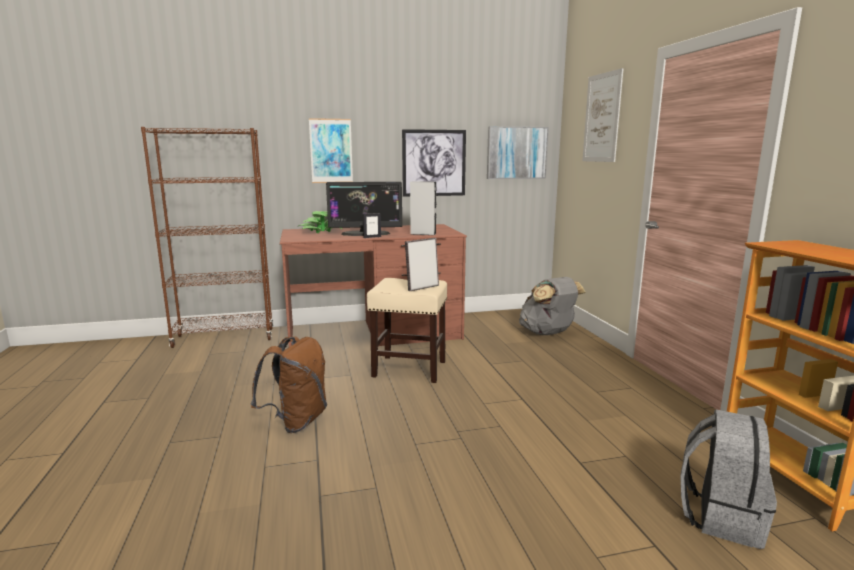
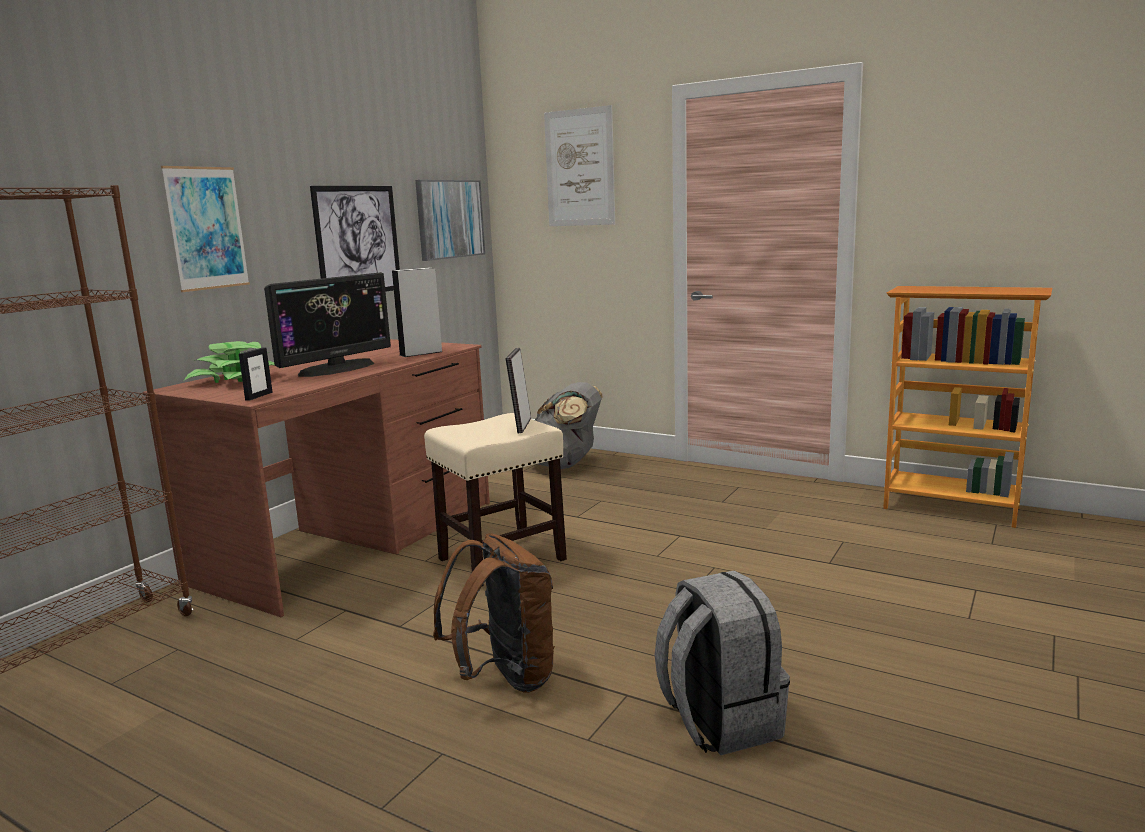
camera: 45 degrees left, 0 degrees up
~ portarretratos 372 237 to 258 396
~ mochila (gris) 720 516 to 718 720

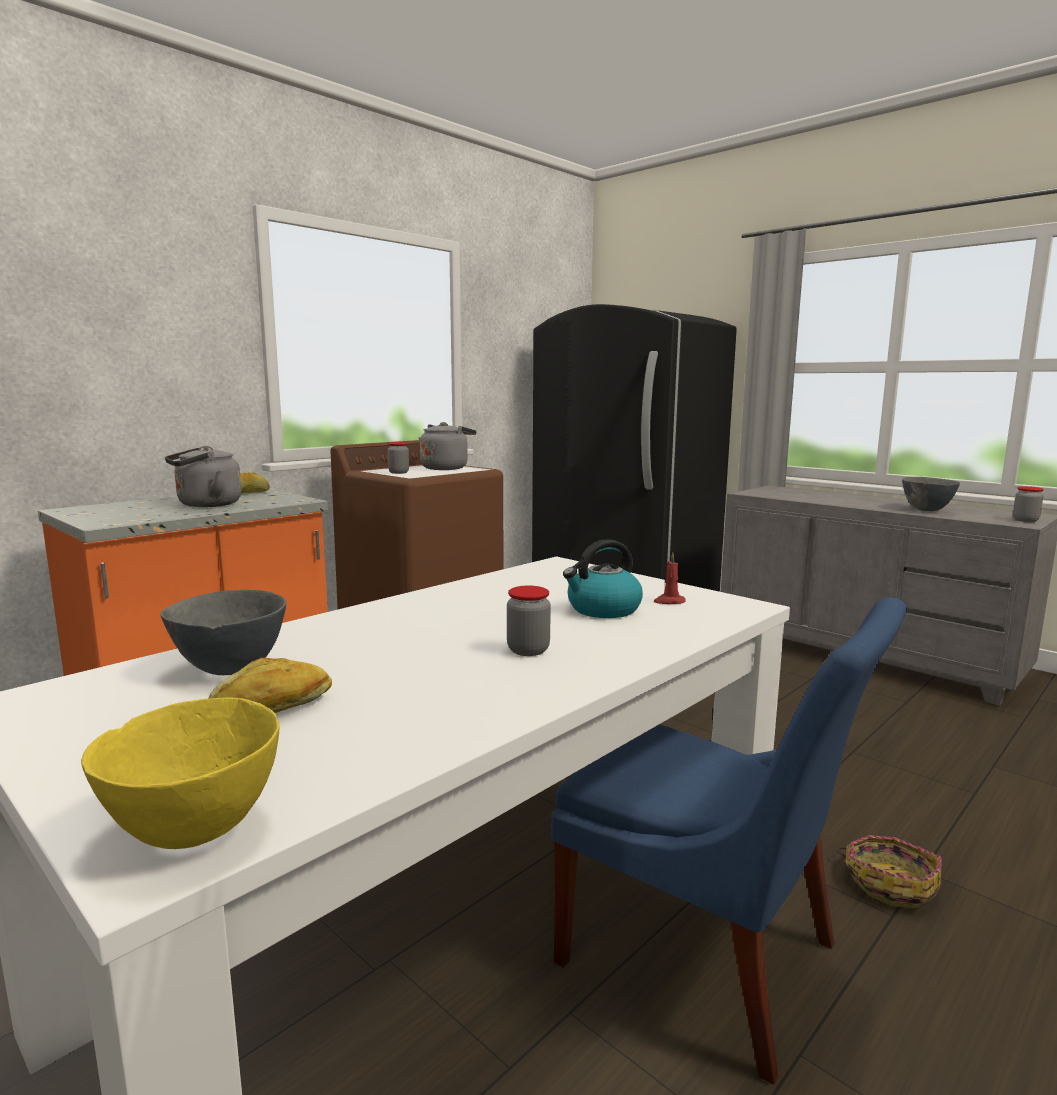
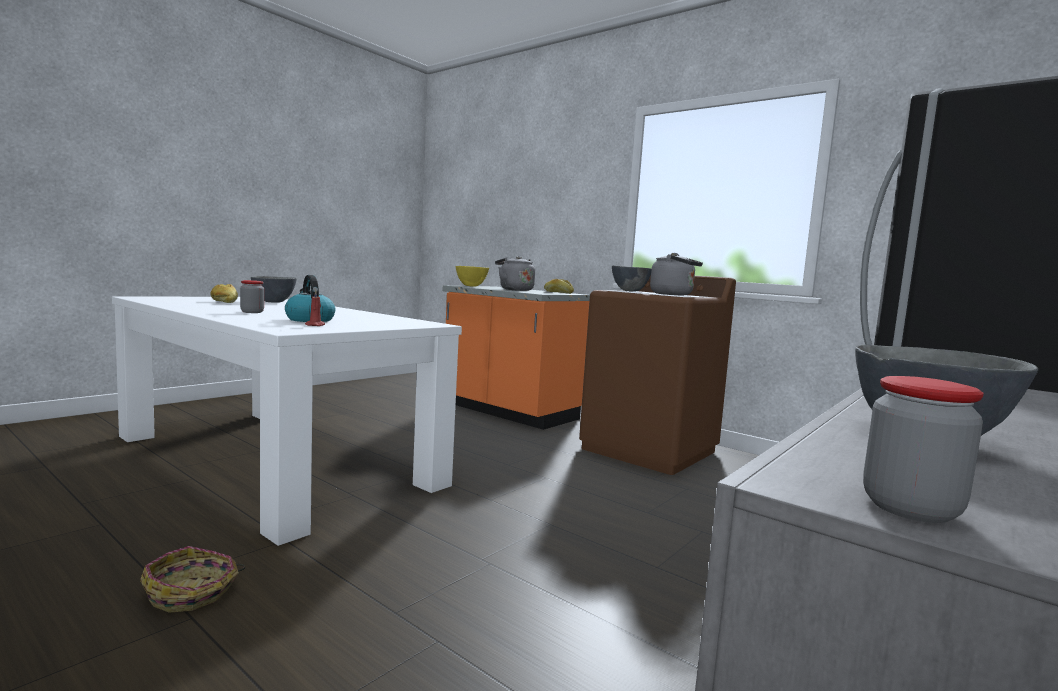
camera: 85 degrees right, 5 degrees down
- silla (azul) 708 961
~ cuenco (amarillo) 193 832 to 471 286
~ tarro 398 472 to cuenco (gris) 630 291

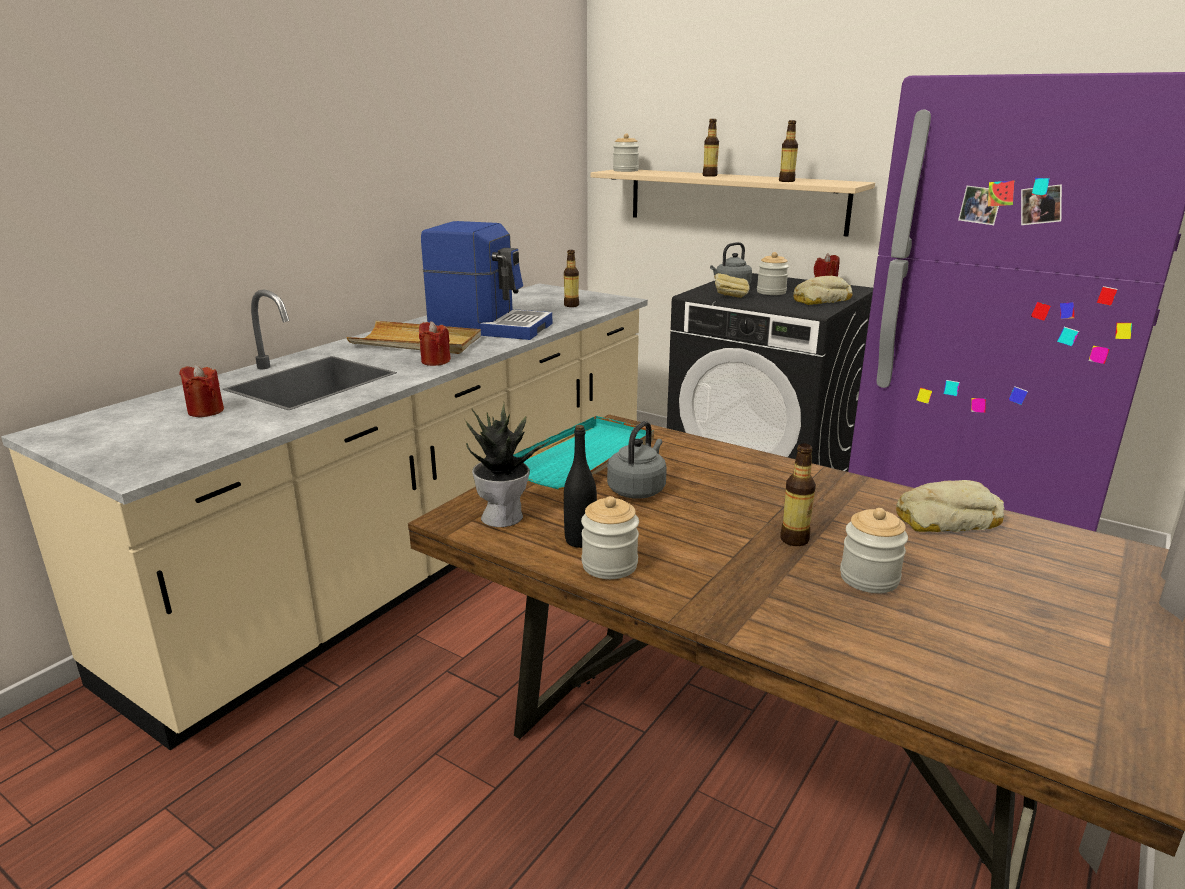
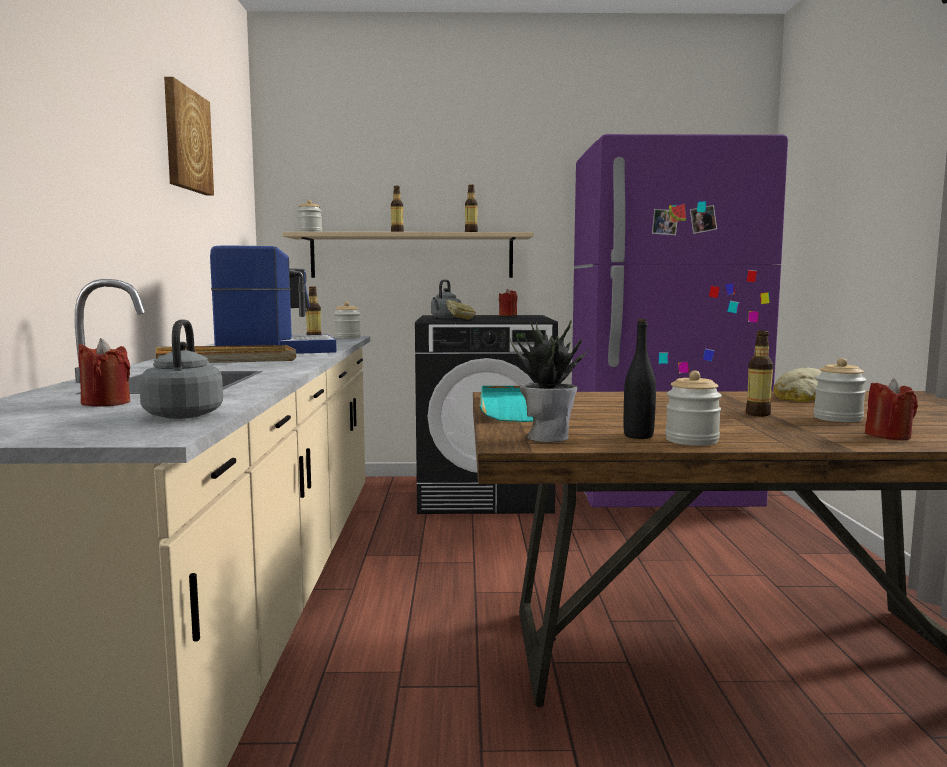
camera: 35 degrees left, 15 degrees down
- pan 820 299
+ cuadro 186 140
~ vela (rojo) 435 361 to 888 436
~ hervidor (gris) 638 489 to 185 414
~ tarro 771 292 to 347 337

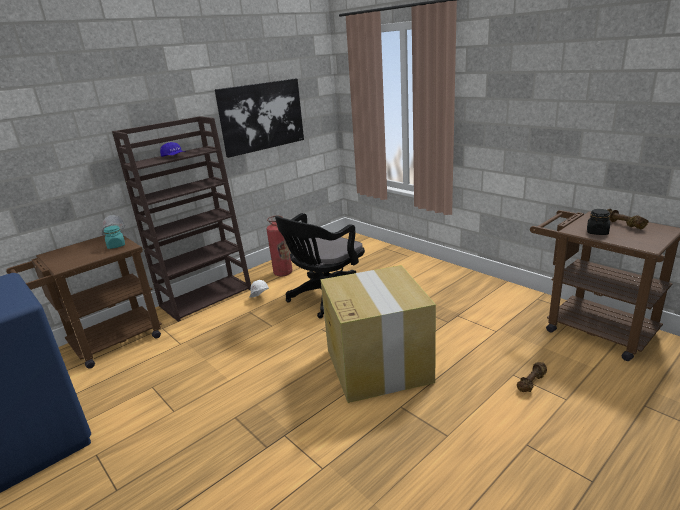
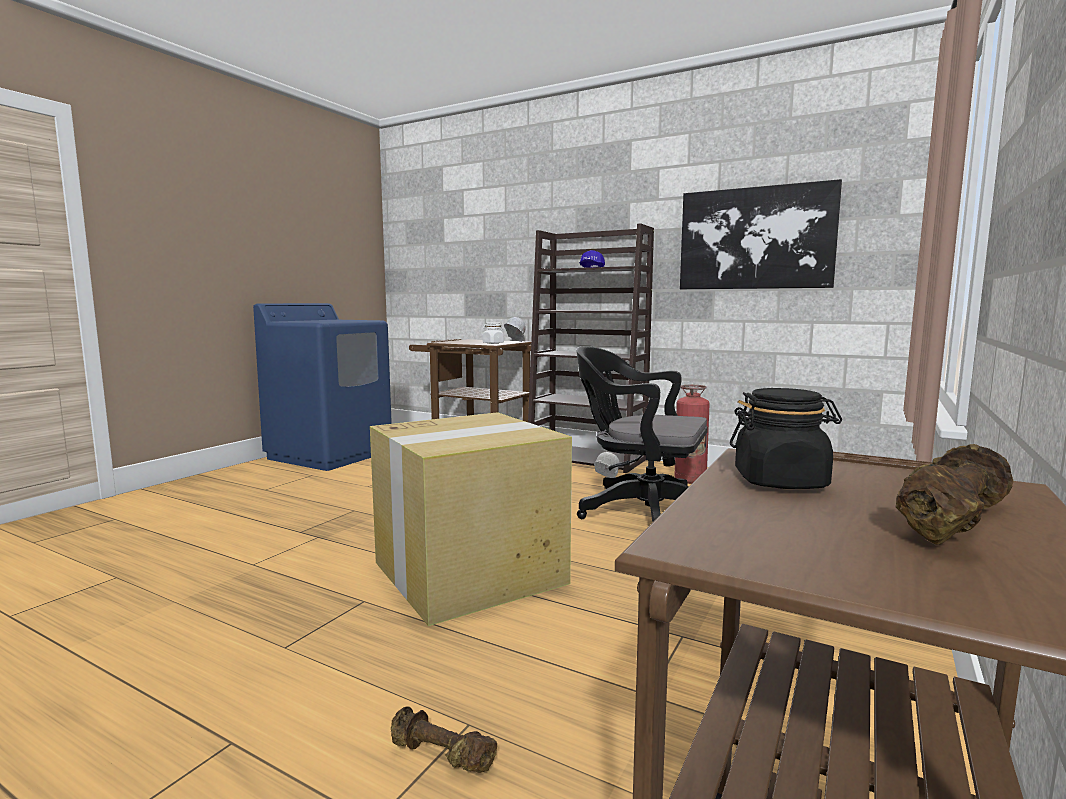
camera: 70 degrees right, 15 degrees down
~ tarro (turquesa) 116 246 to tarro (blanco) 493 343

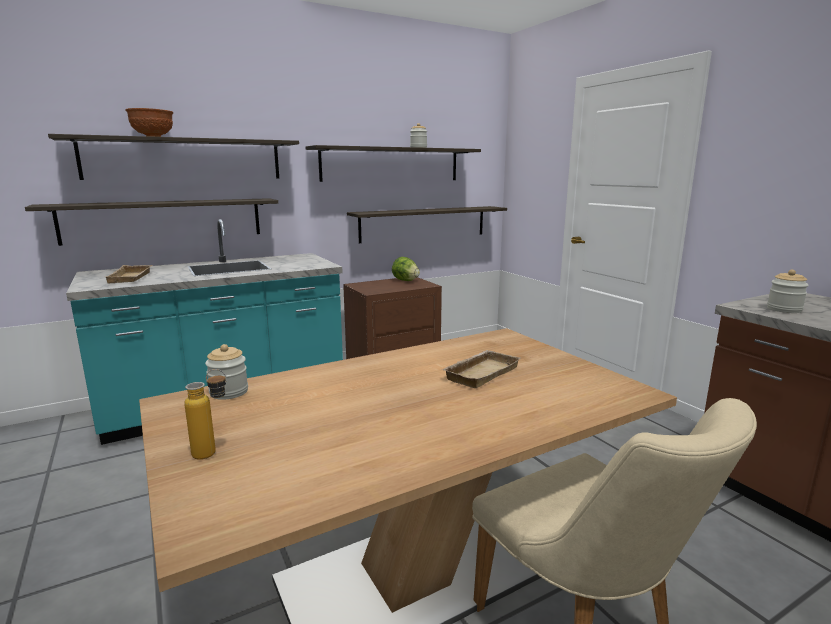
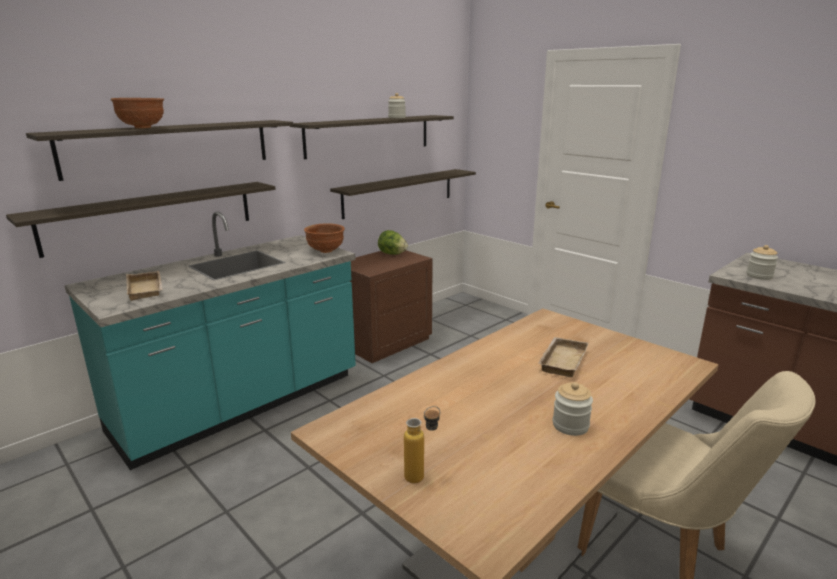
camera: 15 degrees left, 5 degrees up
+ cuenco (marrón) 326 251
~ tarro 229 392 to 570 425

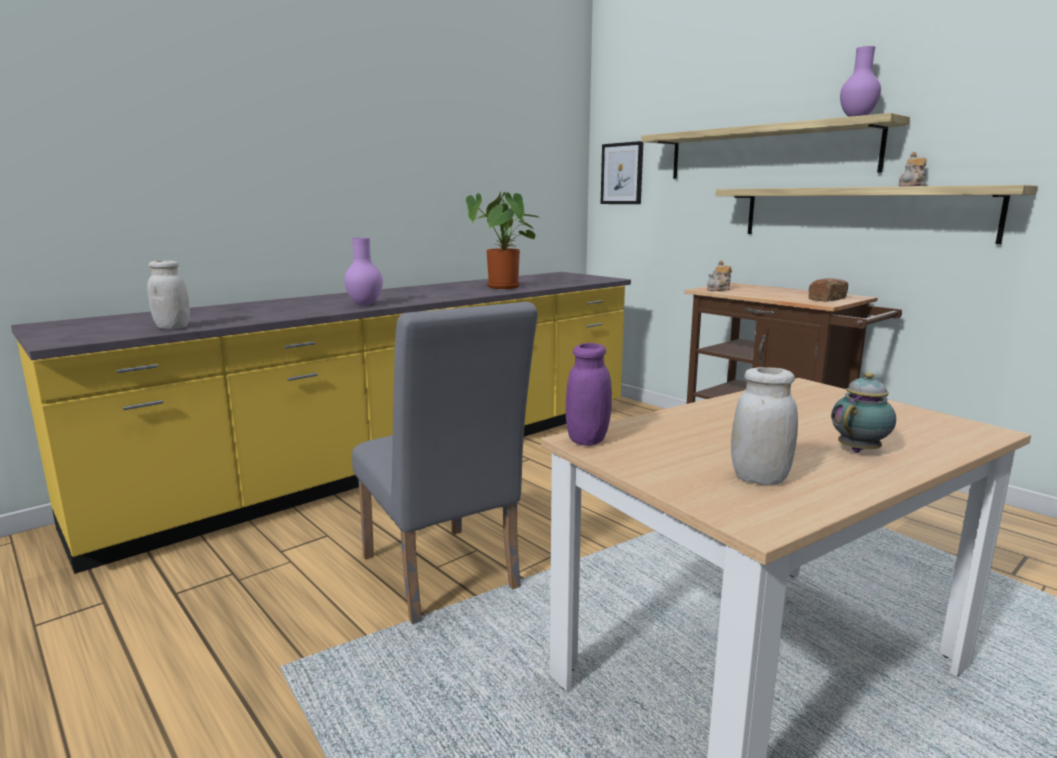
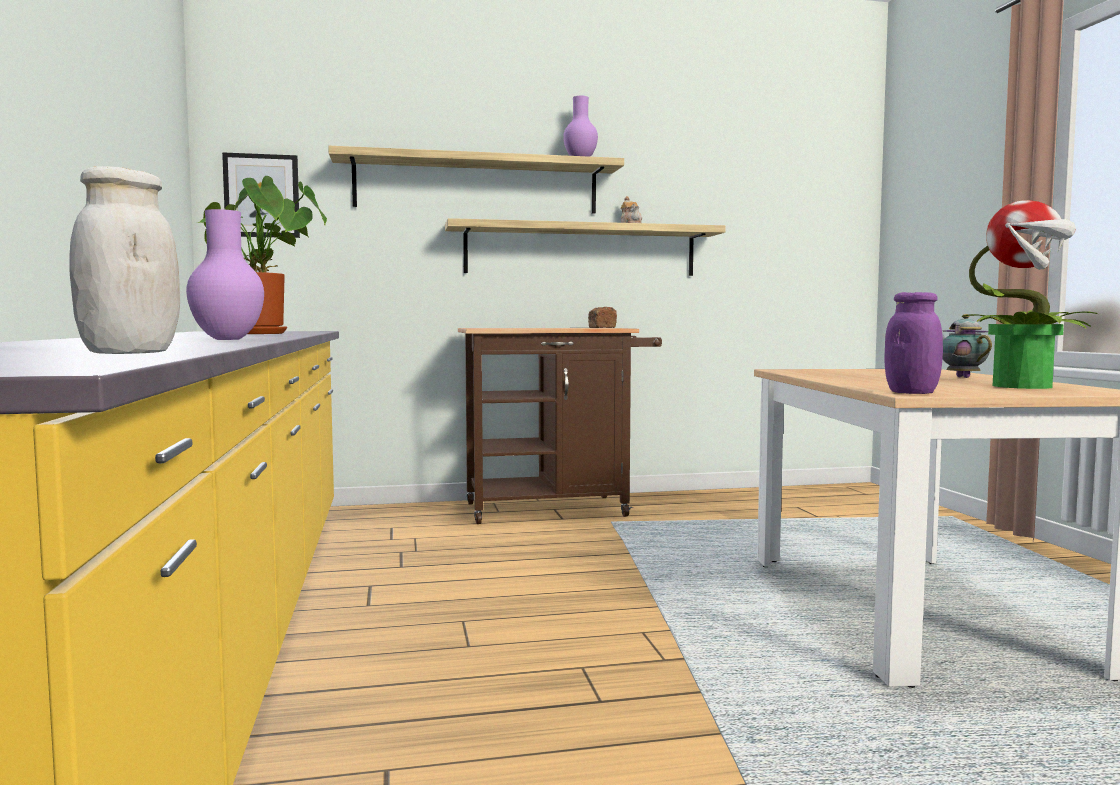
camera: 60 degrees left, 10 degrees down
- silla (gris) 443 579
- tetera 719 289
~ tarro (blanco) 759 478 to planta en maceta 1024 386

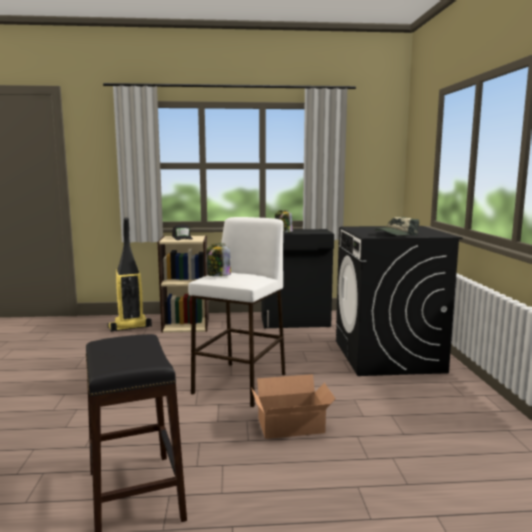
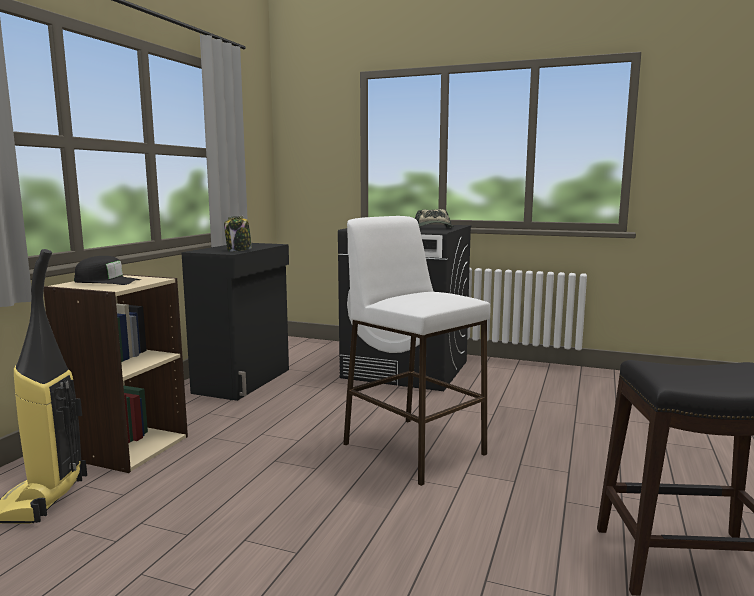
camera: 65 degrees left, 0 degrees up
- tarro 218 275
- caja de cartón 293 427

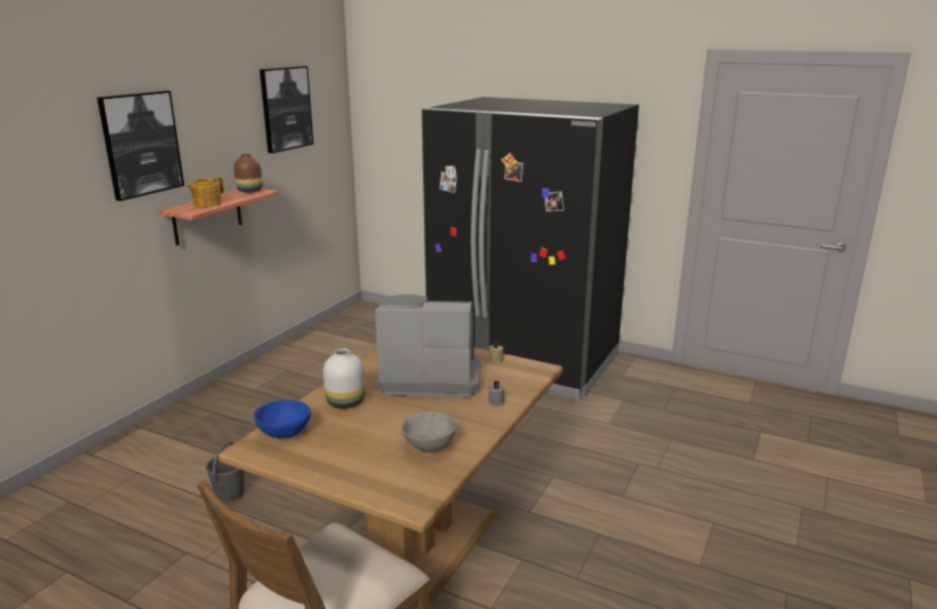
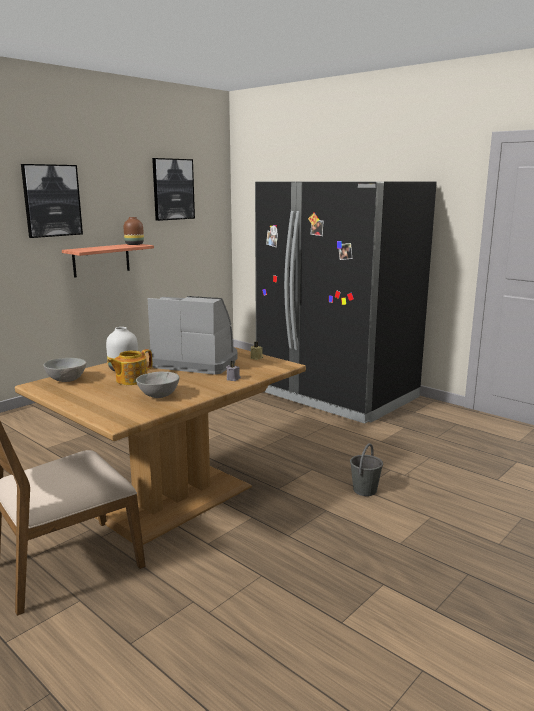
camera: 15 degrees right, 5 degrees down
~ tetera 207 204 to 131 380
~ cubo (gris) 230 494 to 365 490
~ cuenco (azul) 284 433 to cuenco (gris) 66 380

